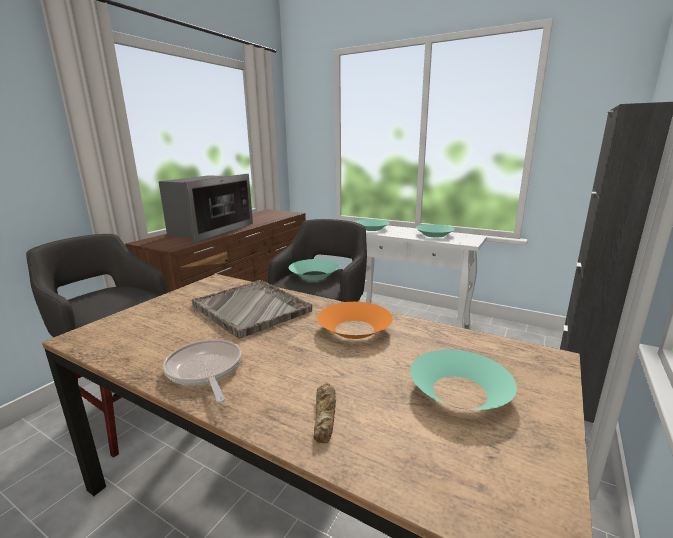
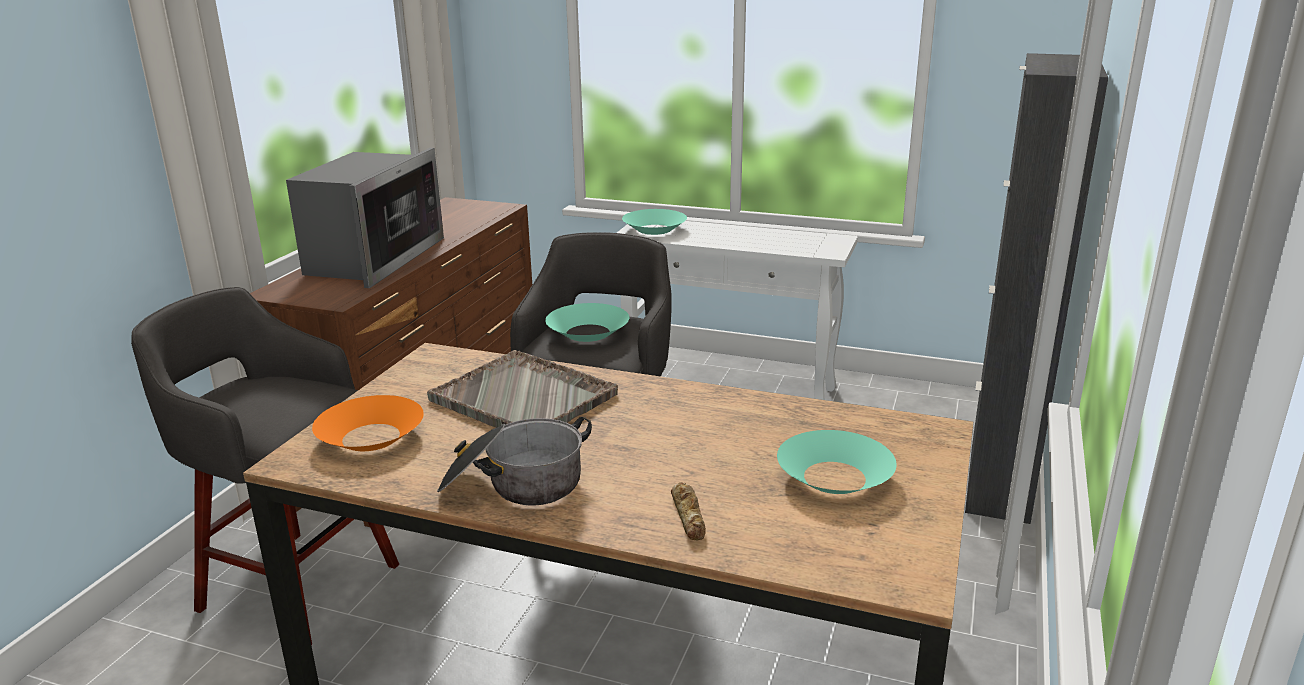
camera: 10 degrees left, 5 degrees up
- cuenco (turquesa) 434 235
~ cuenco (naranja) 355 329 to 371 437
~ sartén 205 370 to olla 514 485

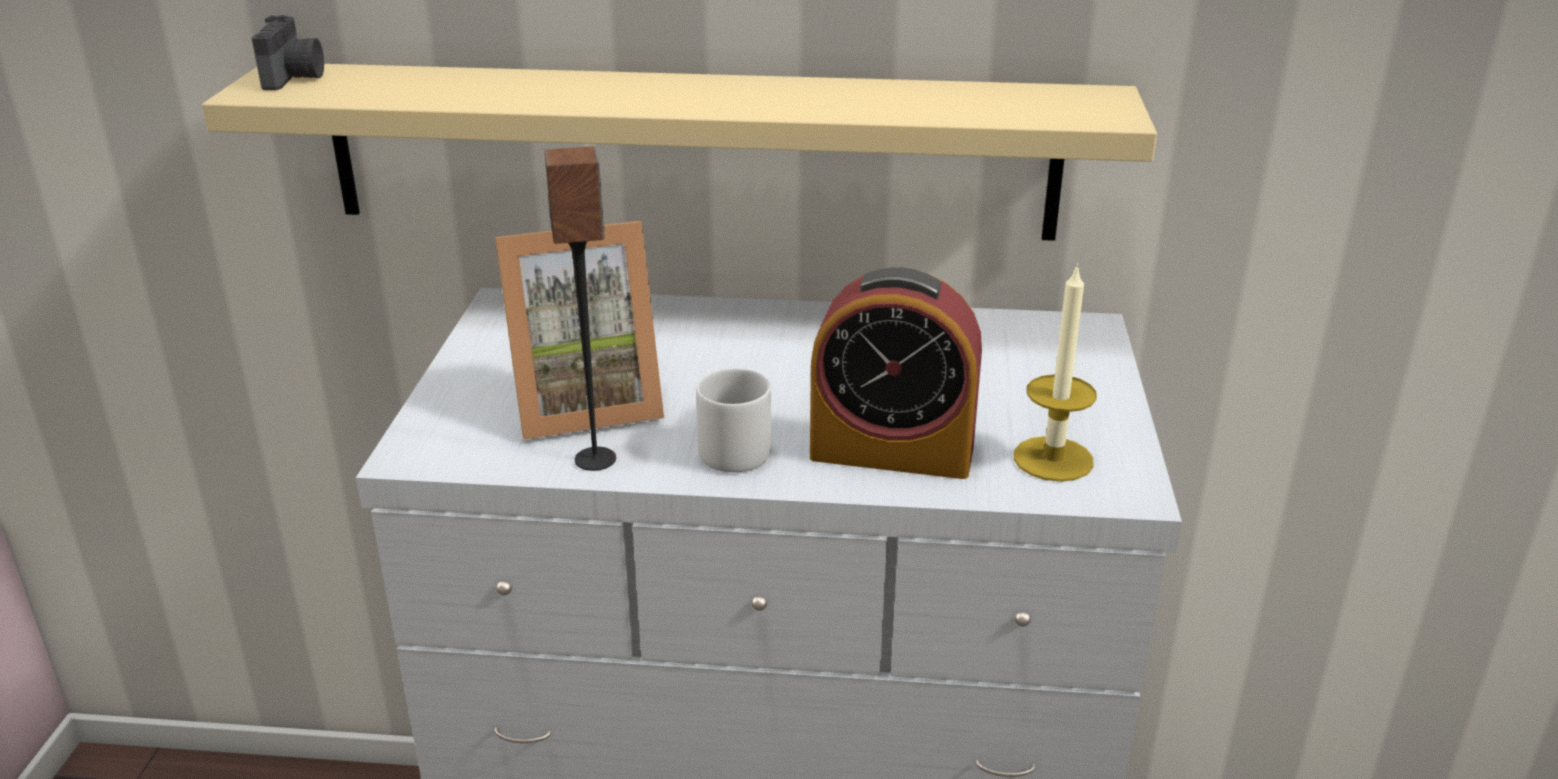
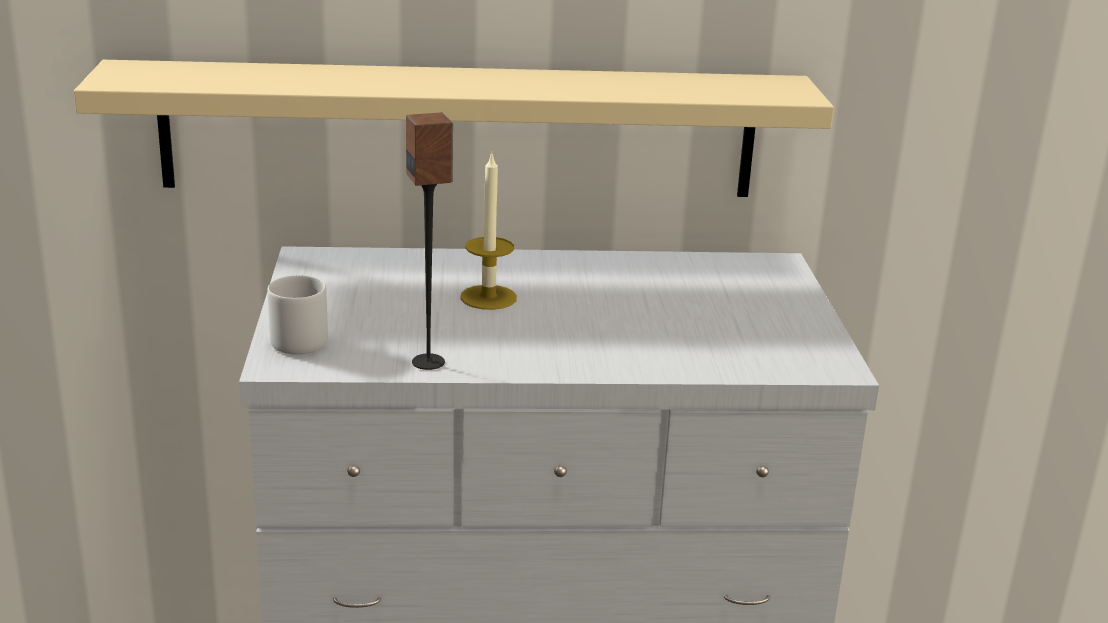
camera: 10 degrees left, 5 degrees down
- cámara 295 78
- portarretratos 584 404
- despertador 892 451
~ taza grande (gris) 740 449 to 303 339
~ vela 1053 459 to 488 297

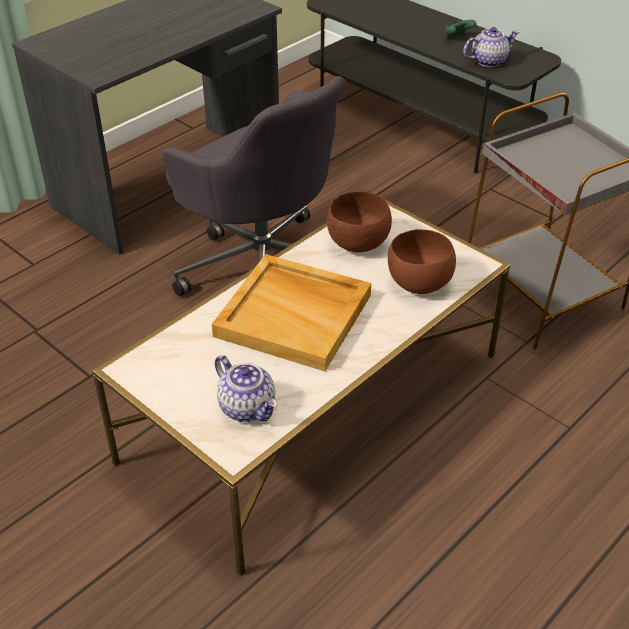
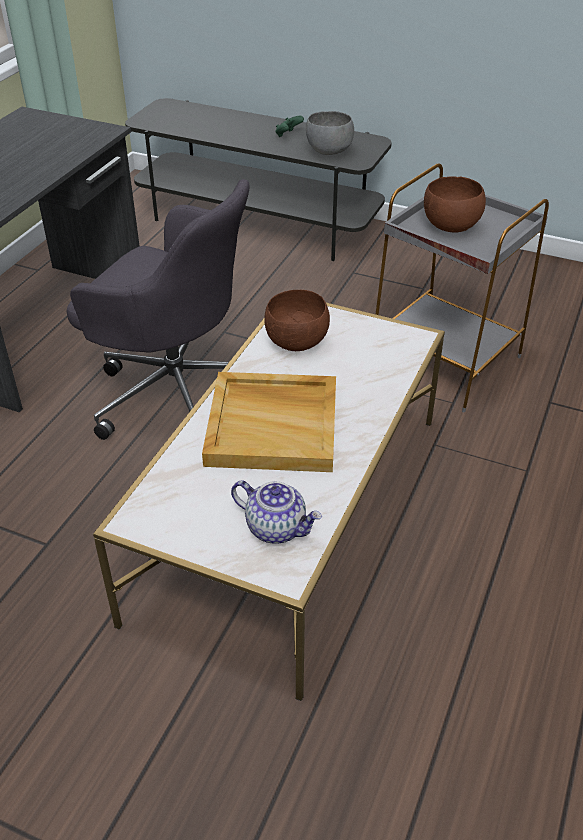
camera: 20 degrees left, 0 degrees up
~ cuenco (marrón) 418 284 to 450 227
~ tetera 488 61 to cuenco (gris) 328 151

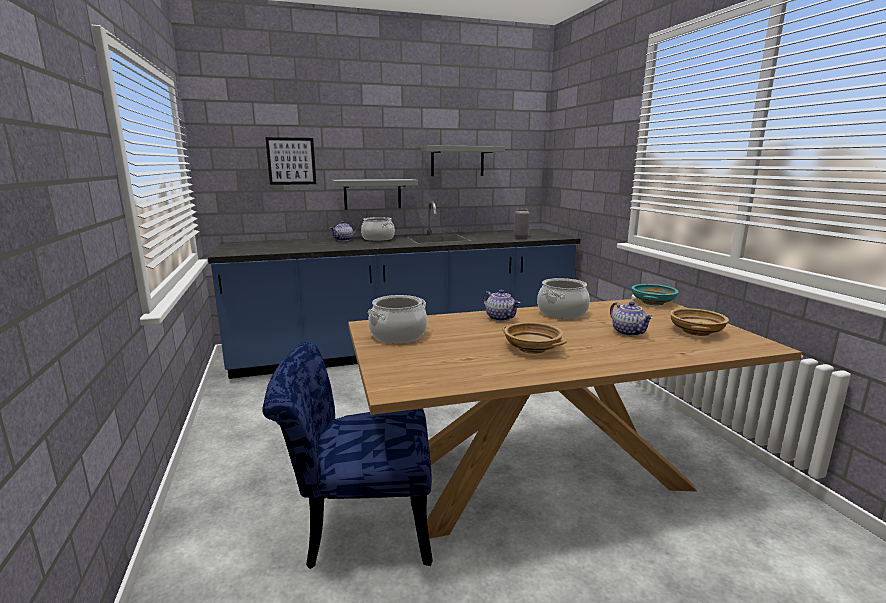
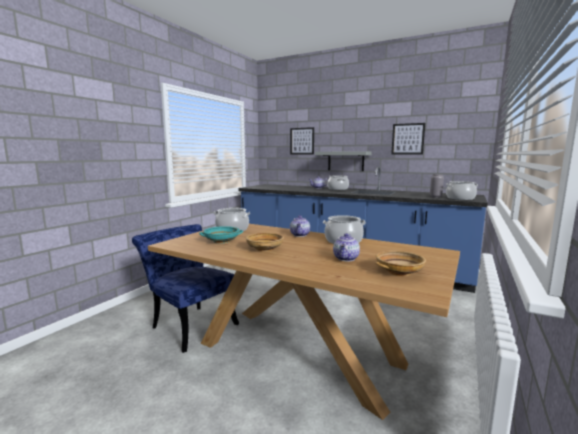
camera: 45 degrees right, 5 degrees down
+ olla 460 198
~ cuenco (turquesa) 653 302 to 221 241
~ estante (gris) 457 161 to cuadro 408 139

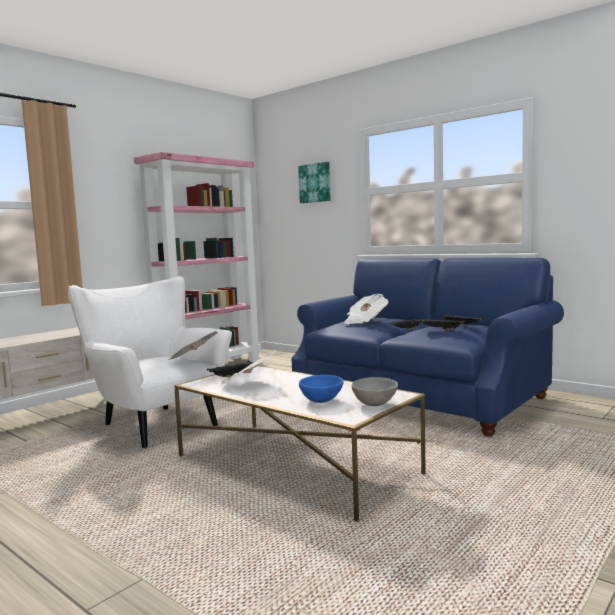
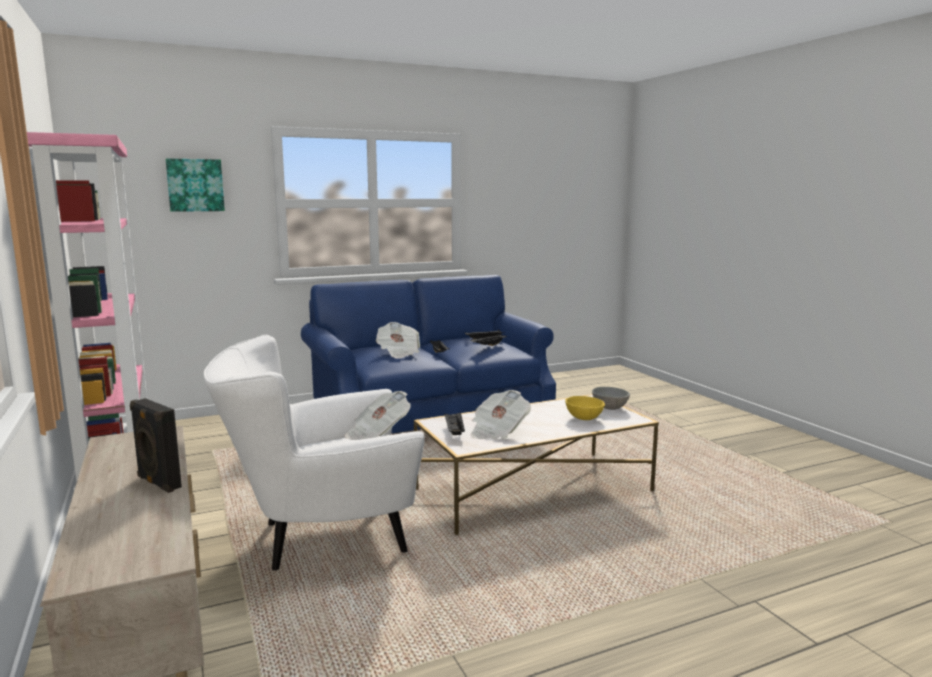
camera: 65 degrees left, 5 degrees up
+ altavoz (negro) 157 483
~ cuenco (azul) 322 401 to cuenco (amarillo) 584 418

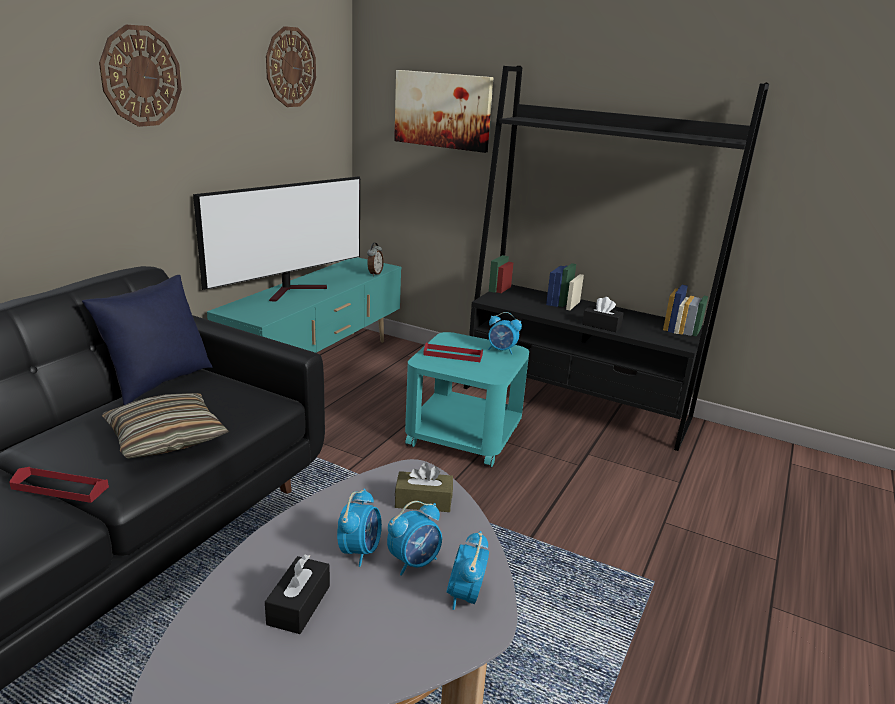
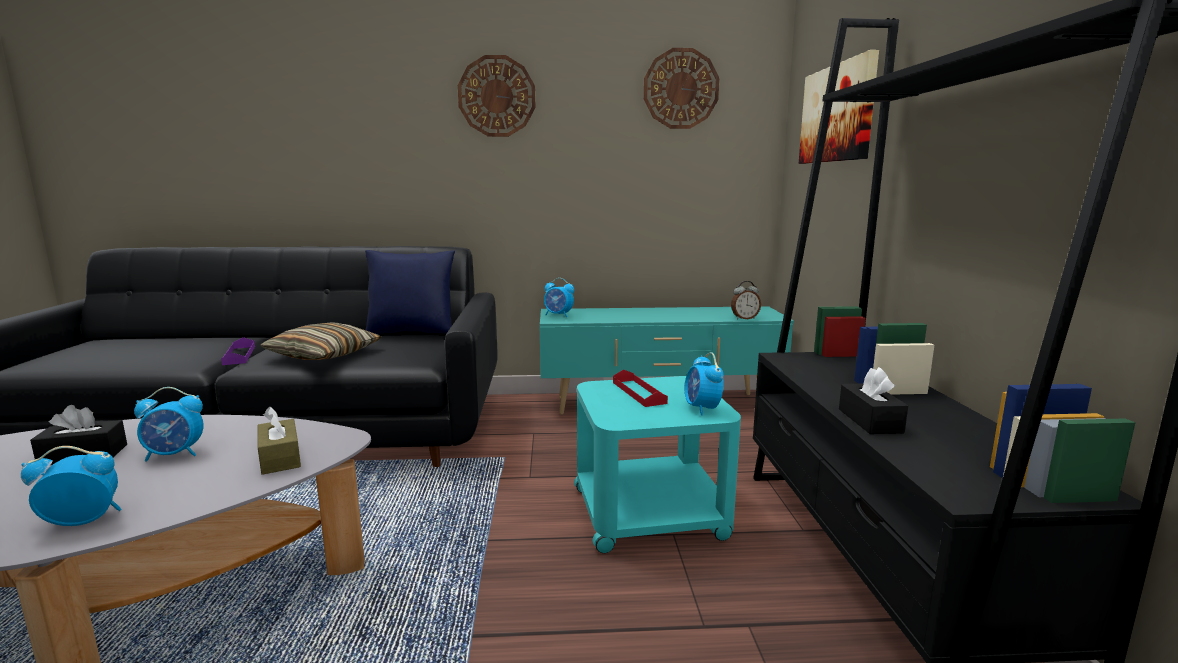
camera: 60 degrees right, 10 degrees down
- televisor 294 290
~ despertador 414 562 to 558 315
~ bandeja (rojo) 60 488 to bandeja (morado) 239 355

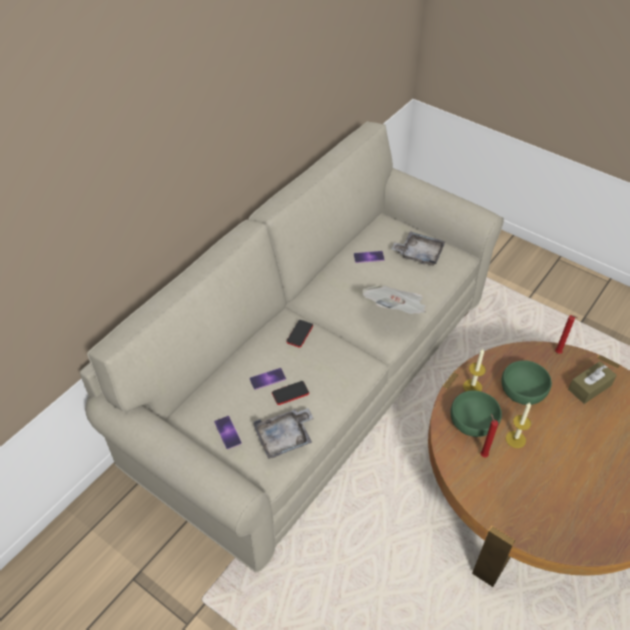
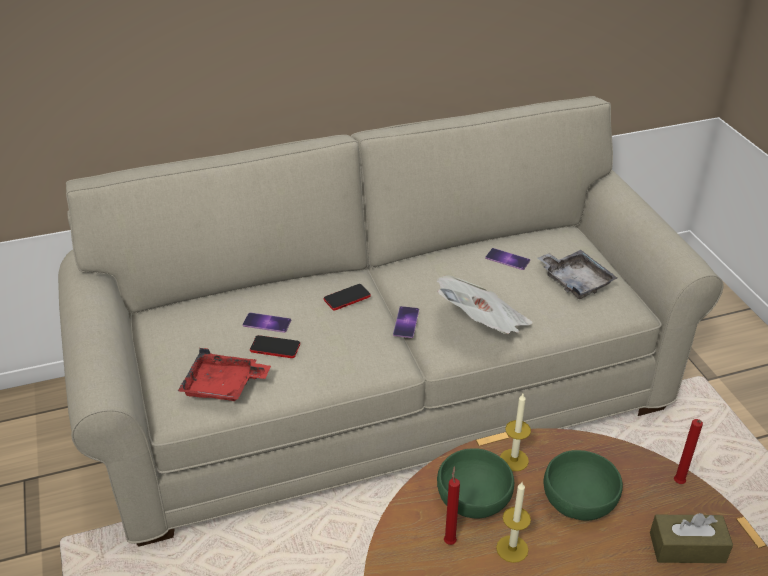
camera: 35 degrees right, 10 degrees down
~ móvil 227 432 to 406 322
~ bandeja (gris) 285 438 to bandeja (rojo) 223 386

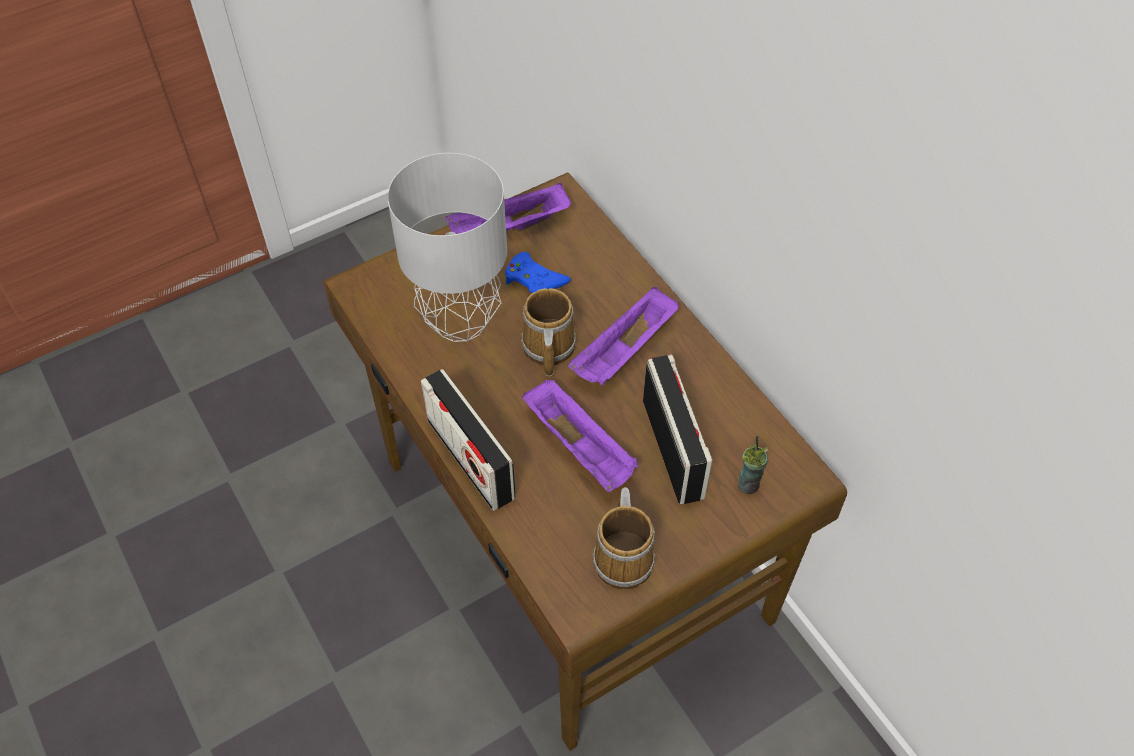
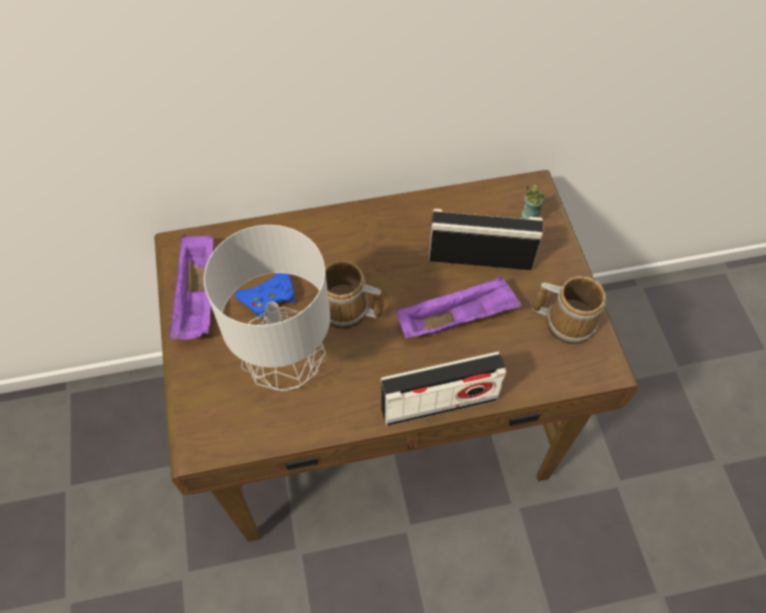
camera: 70 degrees left, 5 degrees up
- bandeja (morado) 624 352

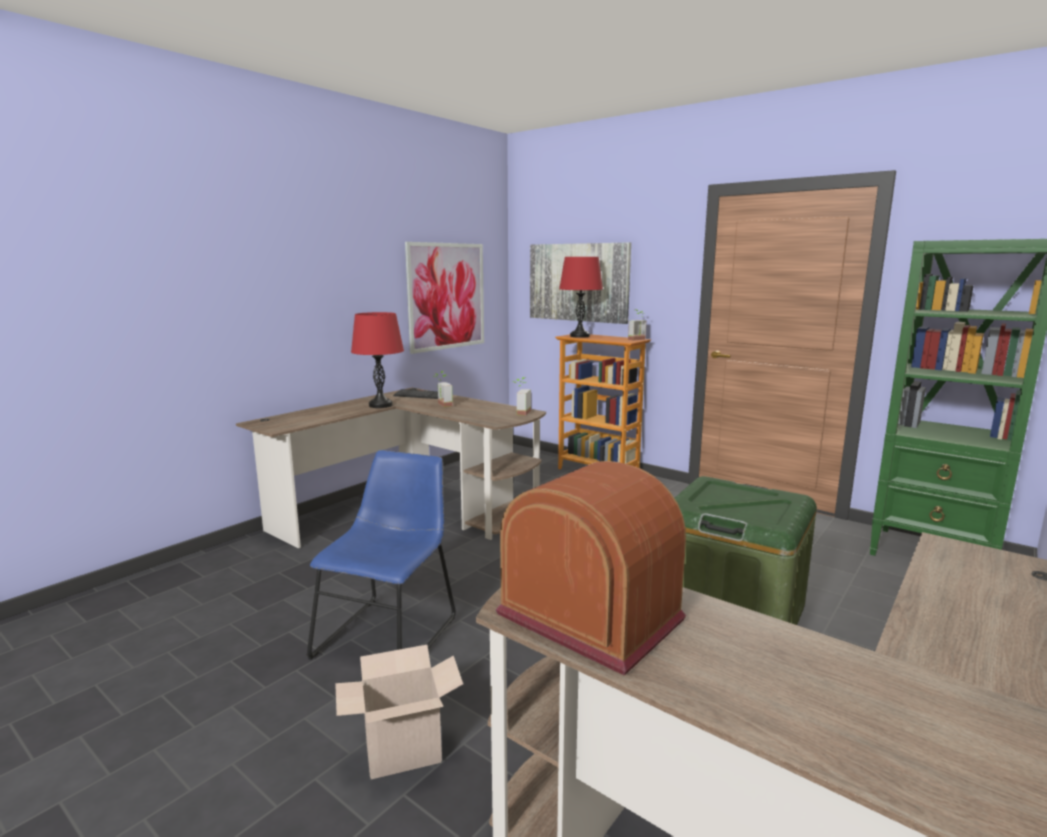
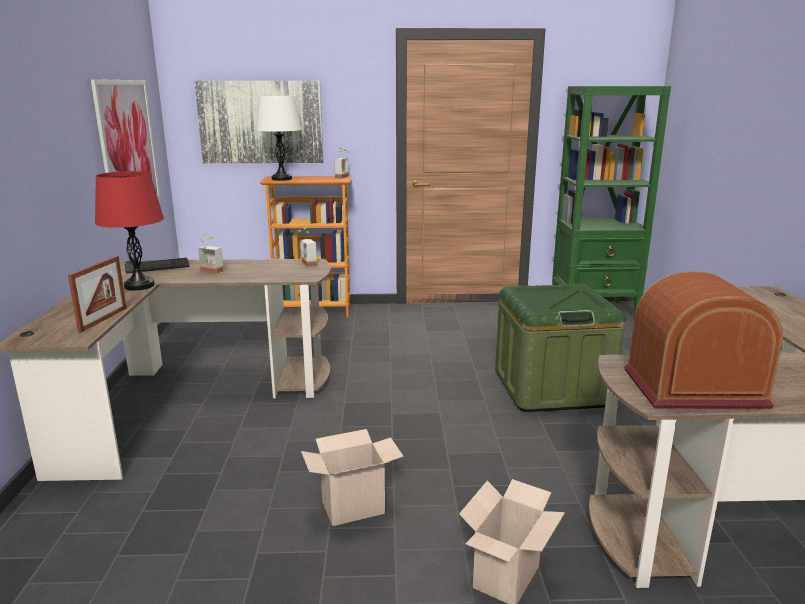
camera: 40 degrees left, 5 degrees up
+ portarretratos 103 319
~ silla (azul) 389 633 to caja de cartón 354 506
~ lámpara de mesa (rojo) 579 336 to lámpara de mesa (blanco) 281 179

